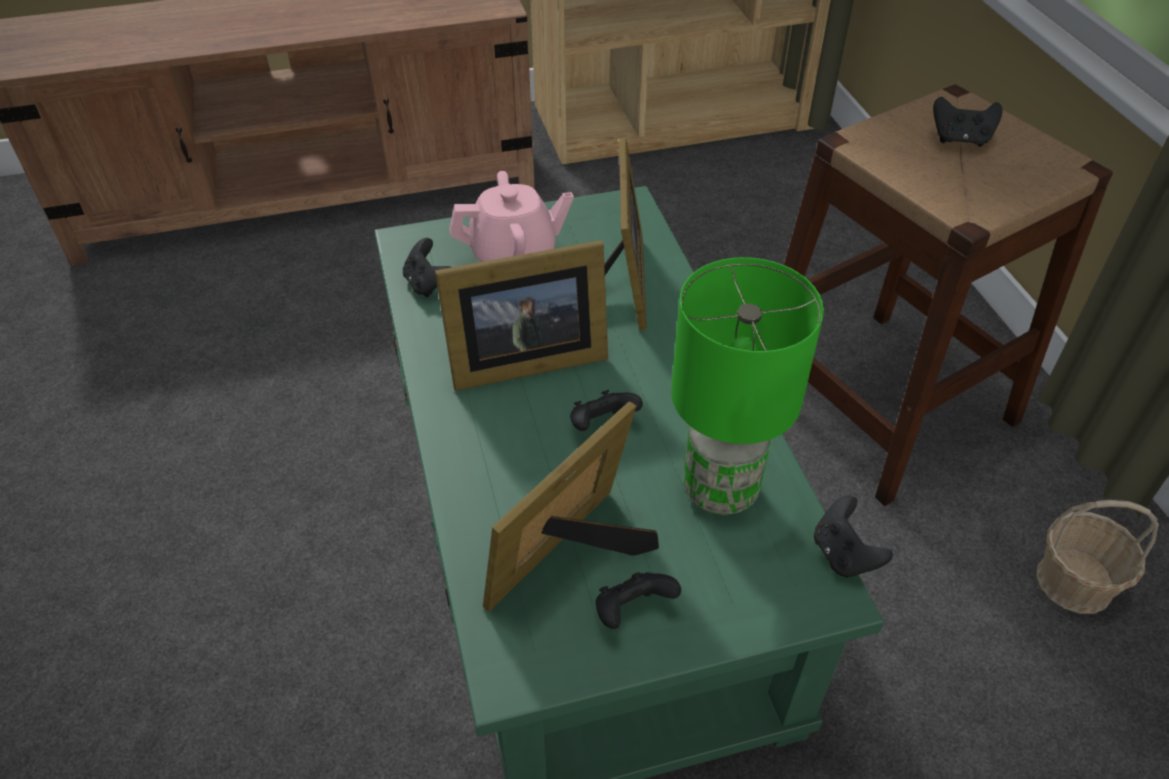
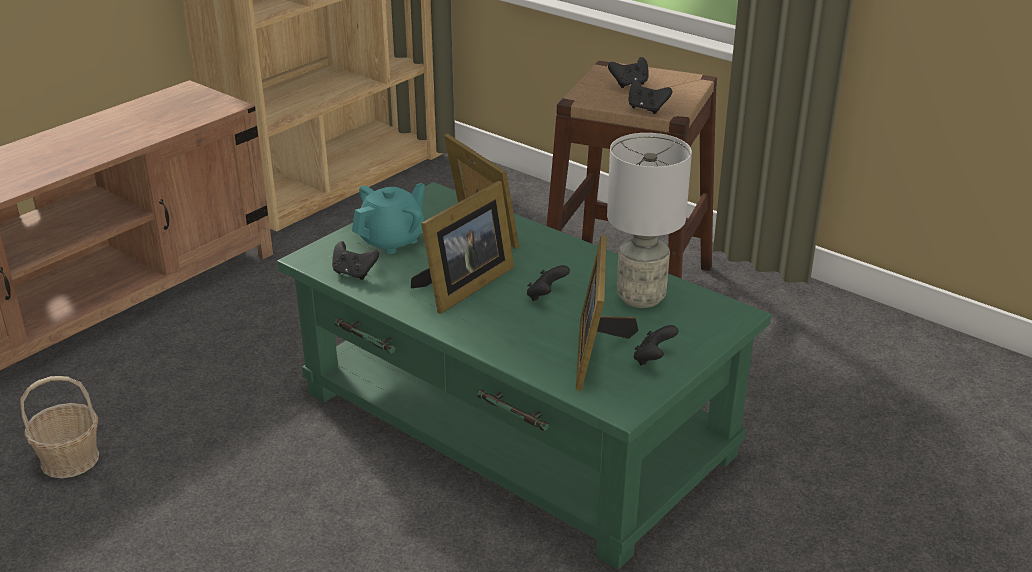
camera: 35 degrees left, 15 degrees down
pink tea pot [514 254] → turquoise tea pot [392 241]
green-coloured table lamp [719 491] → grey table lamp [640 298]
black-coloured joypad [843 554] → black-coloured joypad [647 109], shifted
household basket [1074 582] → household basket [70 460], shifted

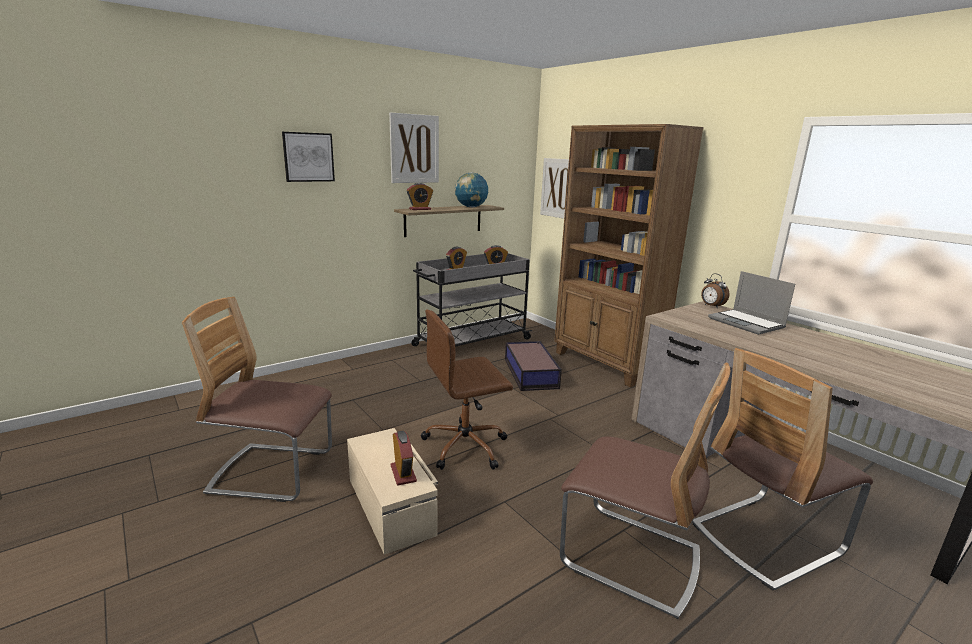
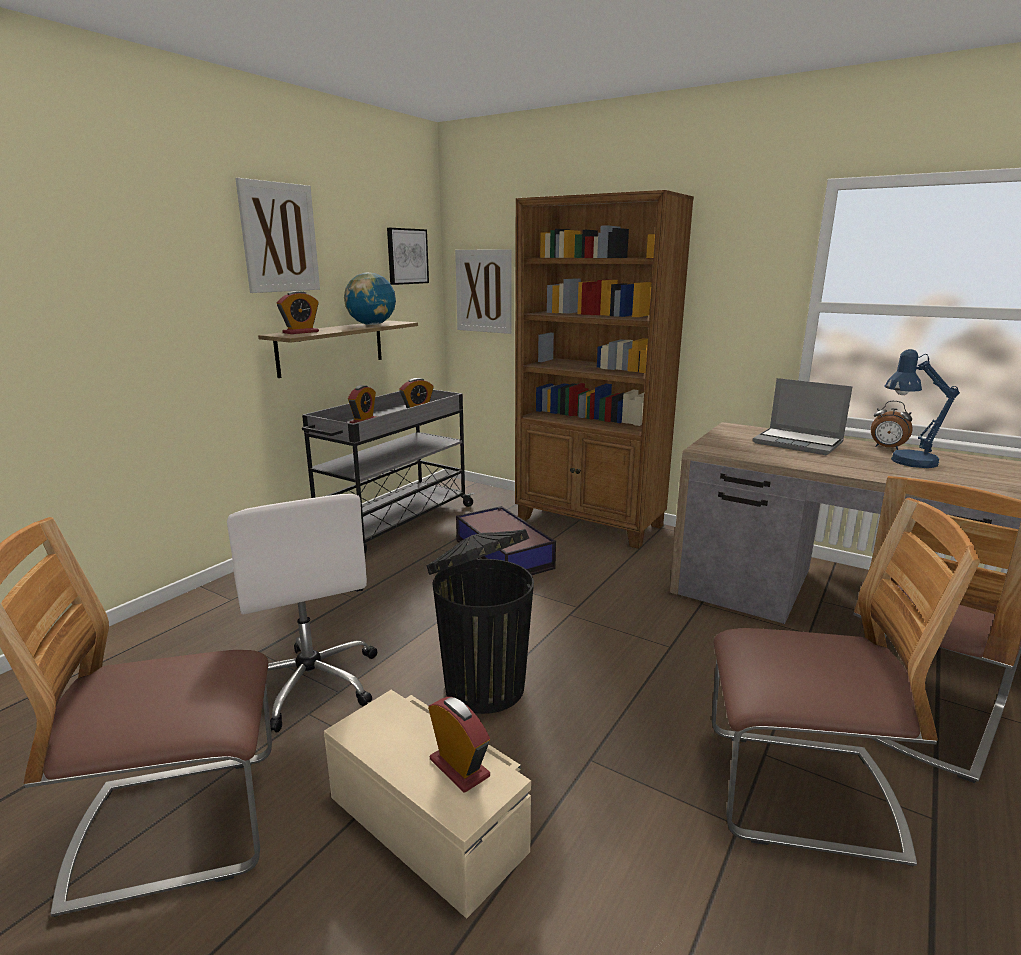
camera: 20 degrees left, 0 degrees up
wall picture [308 157] → wall picture [407 256], shifted
brown-coloured office chair [466 446] → black-coloured trash can [483 685]
table clock [711 306] → table clock [886 448], shifted
- → white office chair [311 683]
- → blue-coloured table lamp [906 462]

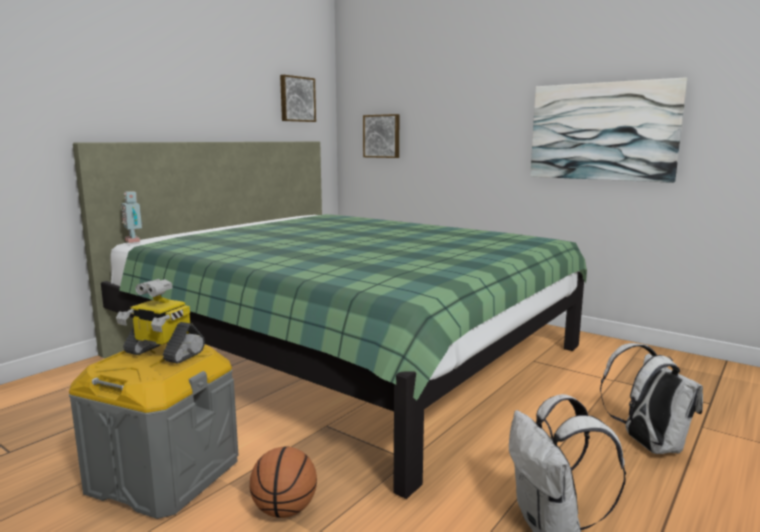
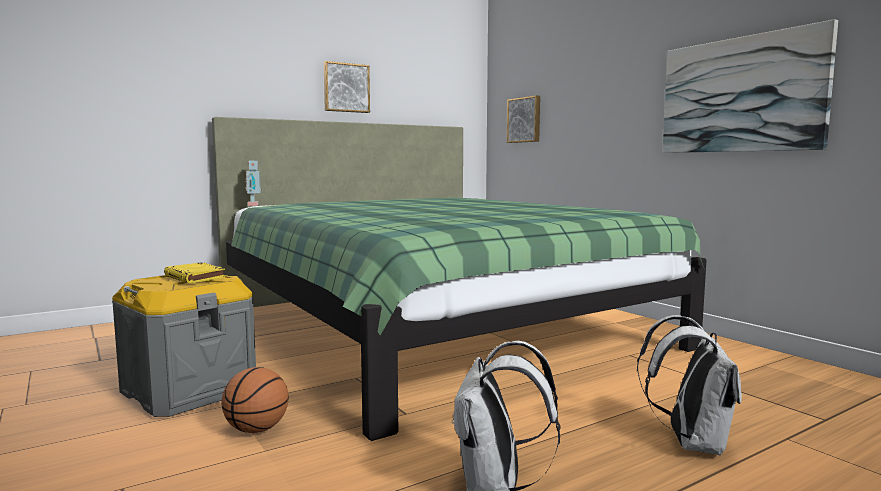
camera: 20 degrees right, 5 degrees down
toy robot [163 353] → yellow book [195 277]
wall picture [296 99] → wall picture [346 88], shifted

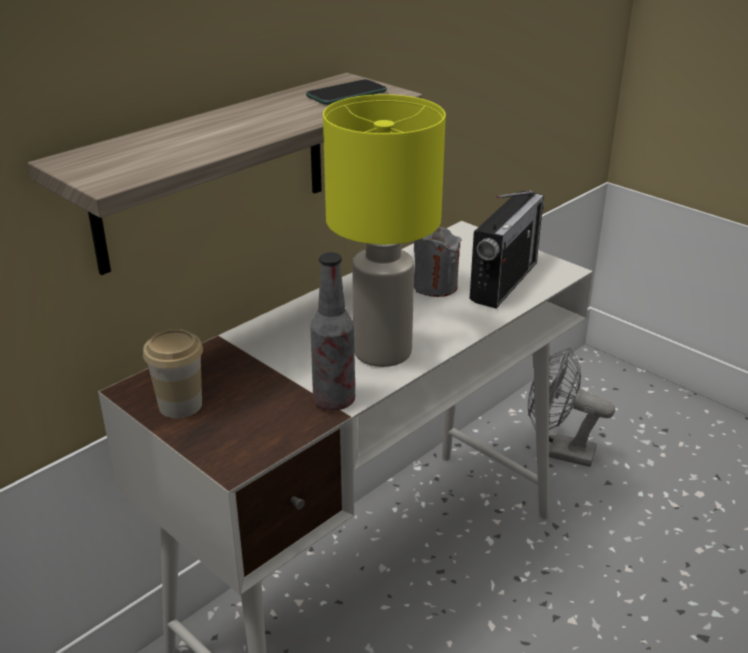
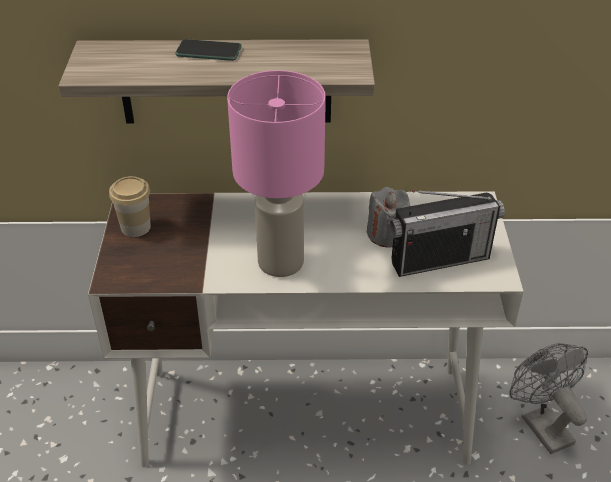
camera: 45 degrees right, 10 degrees up
telephone [346 94] → telephone [208 51], shifted
beverage bottle [334 401] → -
yellow table lamp [380 352] → pink table lamp [280 261]

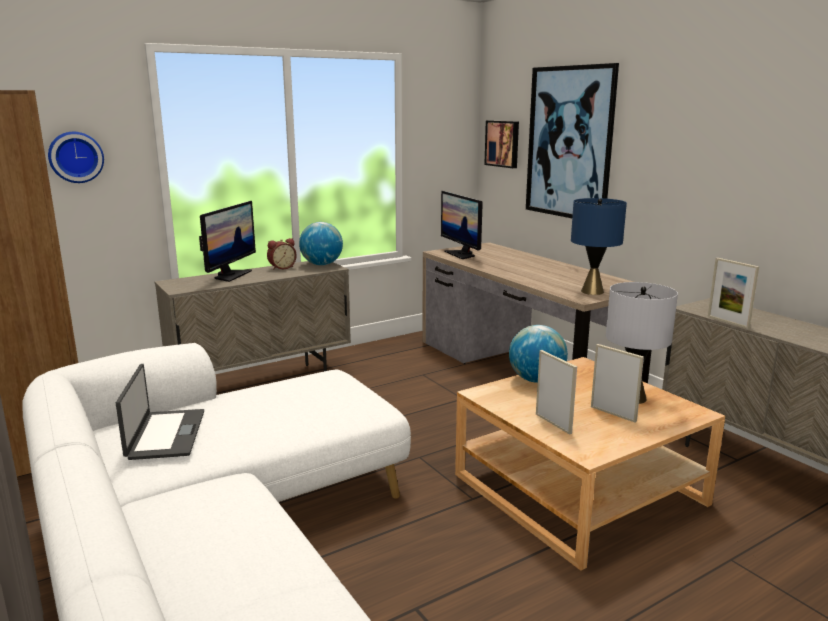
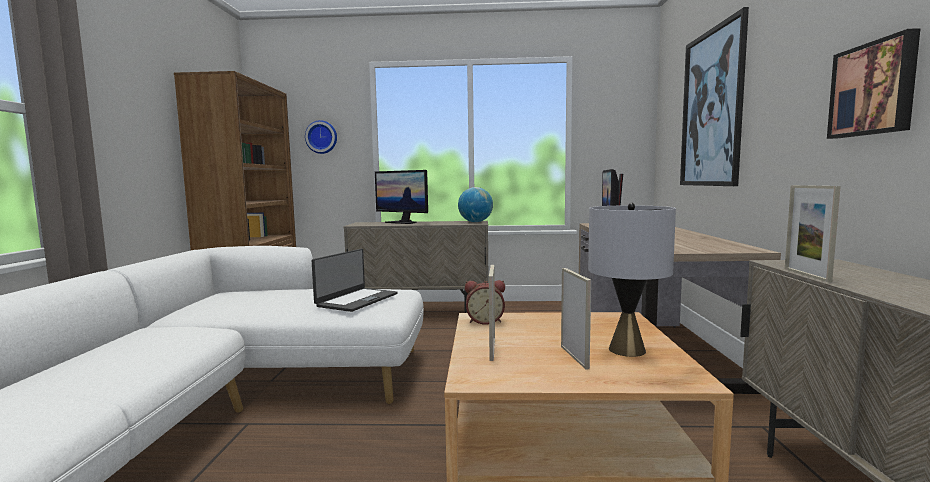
camera: 35 degrees right, 10 degrees down
notebook computer [165 435] → notebook computer [356 300], shifted
computer screen [230 275] → computer screen [403 222], 75 degrees clockwise
table clock [281 267] → table clock [485 321], shifted
wall picture [503 143] → wall picture [874 89], shifted
world globe [536 380] → -
blue-coloured table lamp [592 291] → -

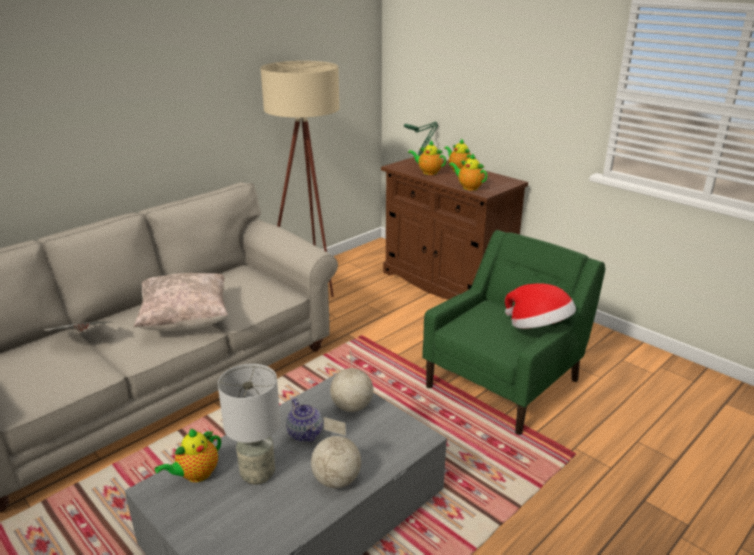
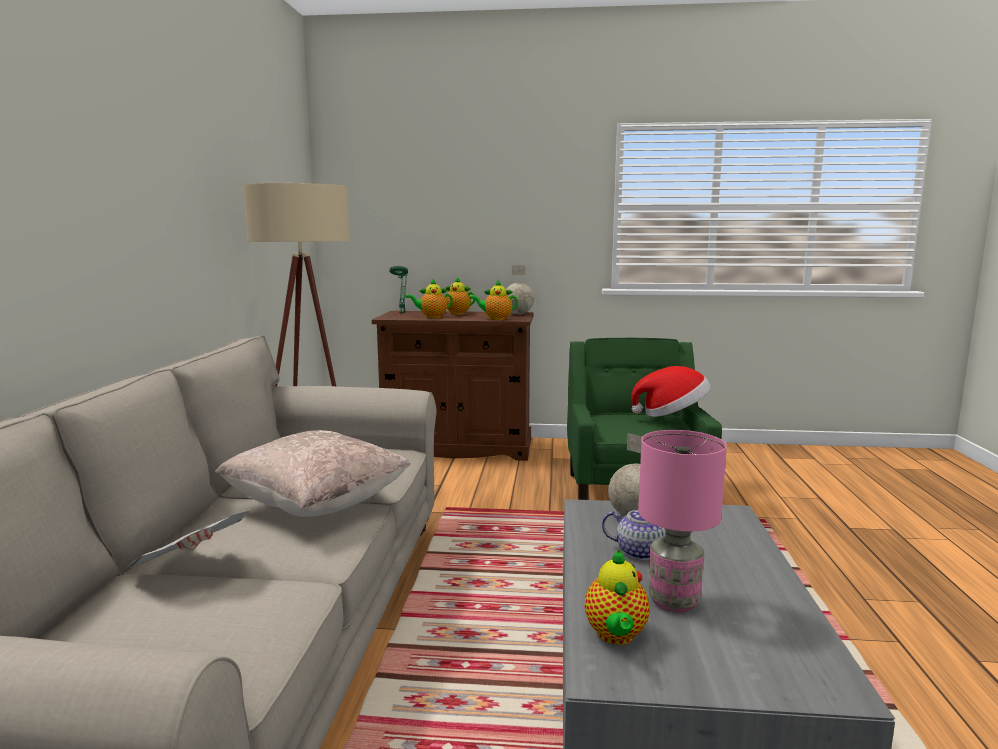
camera: 40 degrees left, 15 degrees down
grey table lamp [258 475] → pink table lamp [675 602]
world globe [336 480] → world globe [518 314], shifted

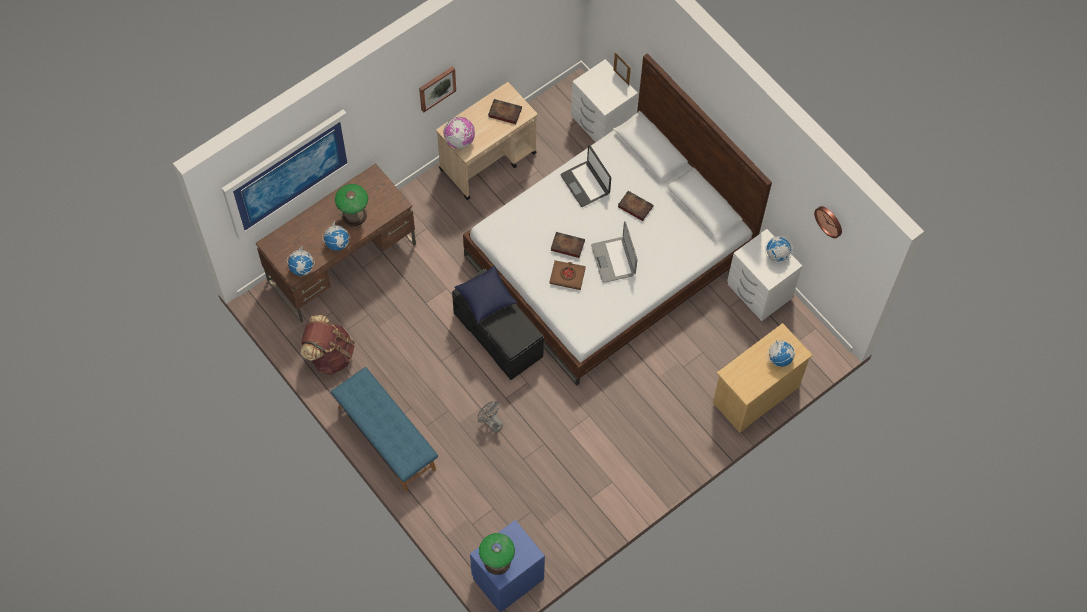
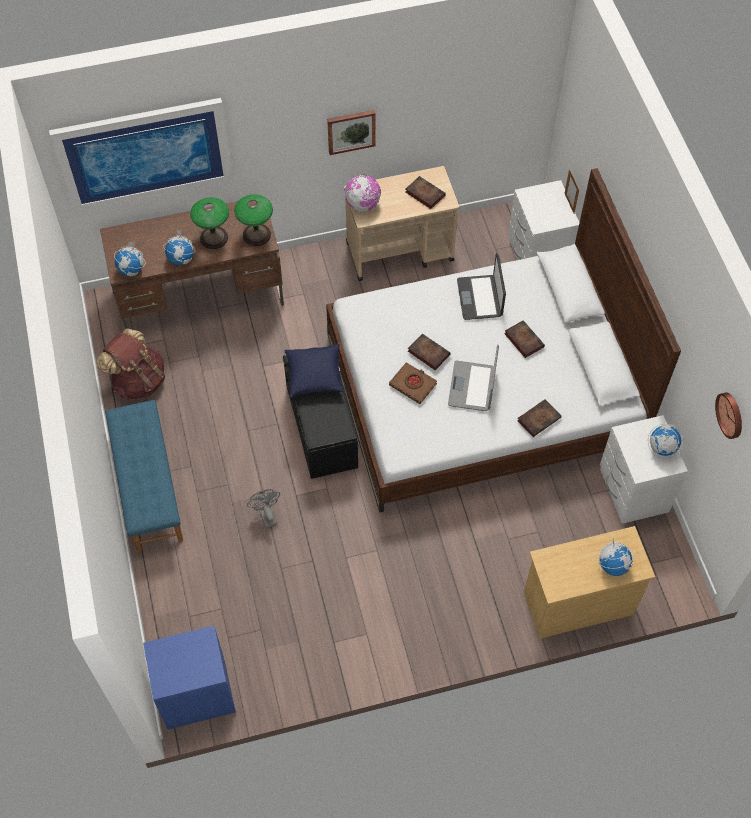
camera: 25 degrees right, 5 degrees down
table lamp [497 562] → table lamp [256 235], shifted
- → book [539 418]

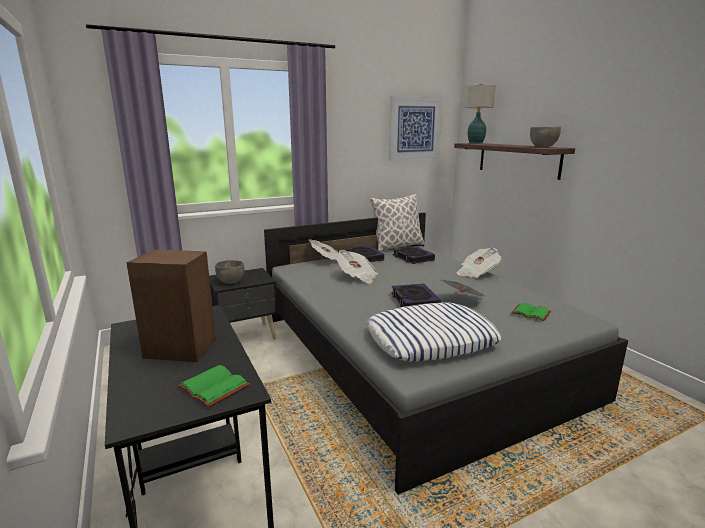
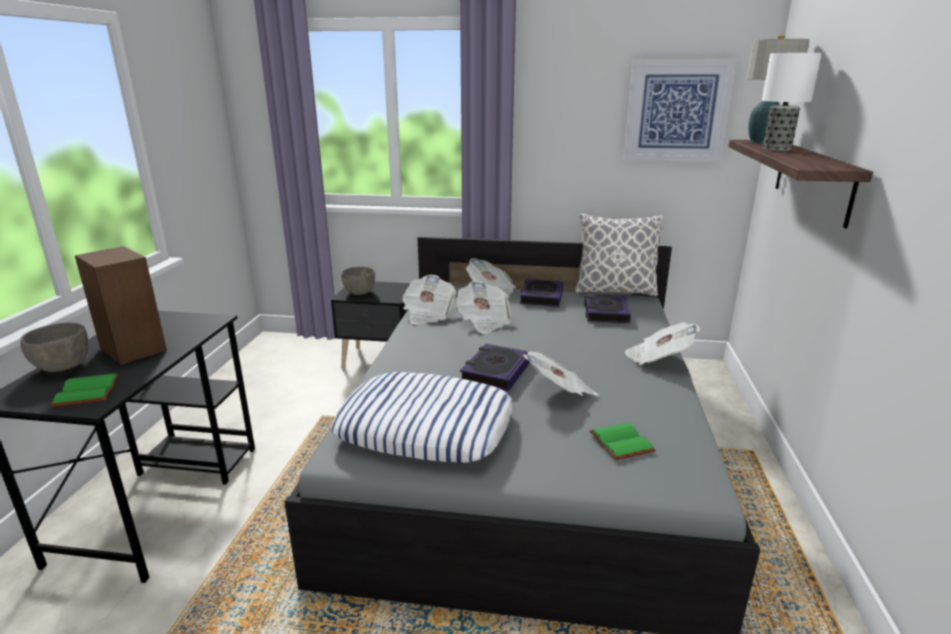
camera: 35 degrees right, 5 degrees up
grey serving bowl [543 147] → grey serving bowl [62 367], shifted
- → newspaper [428 314]
- → table lamp [776 149]

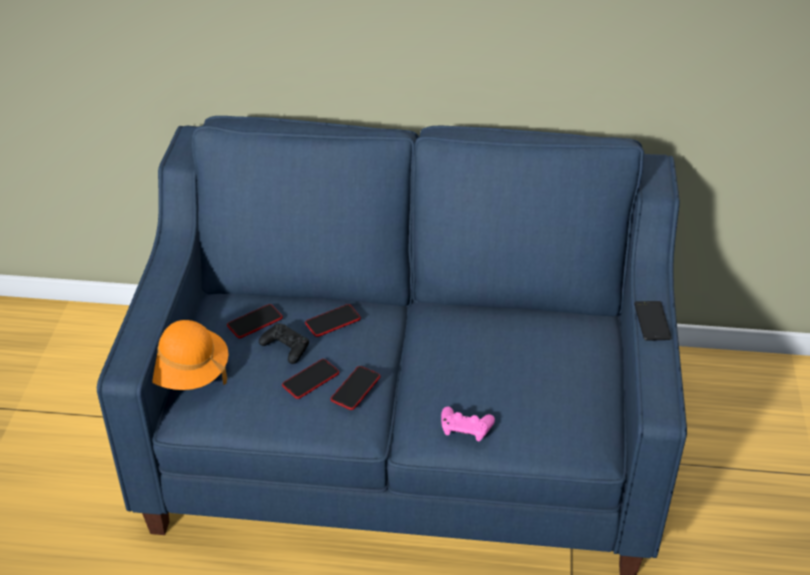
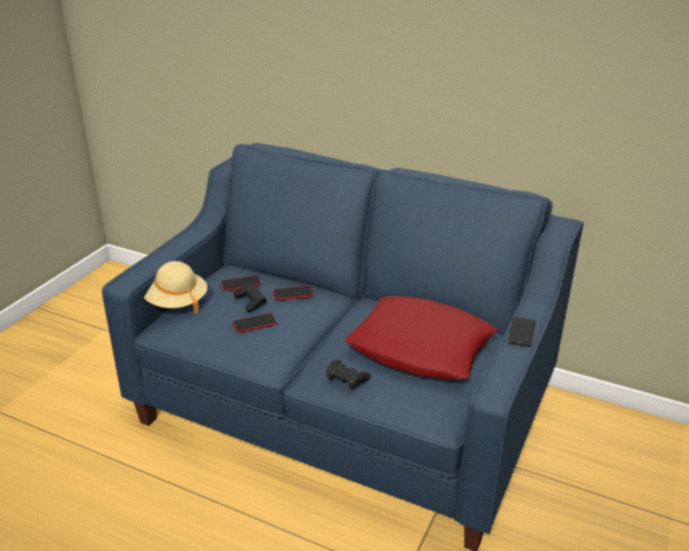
camera: 20 degrees right, 10 degrees down
orange wearable hat [186 373] → beige-coloured wearable hat [175 302]
telephone [355 388] → -
pink joypad [465 427] → black-coloured joypad [346 378]
- → red-coloured throw pillow [421 347]

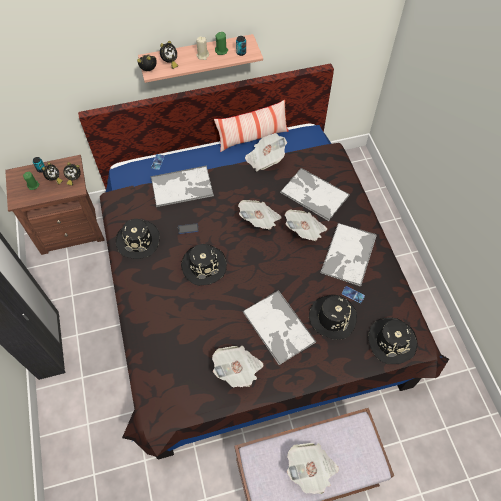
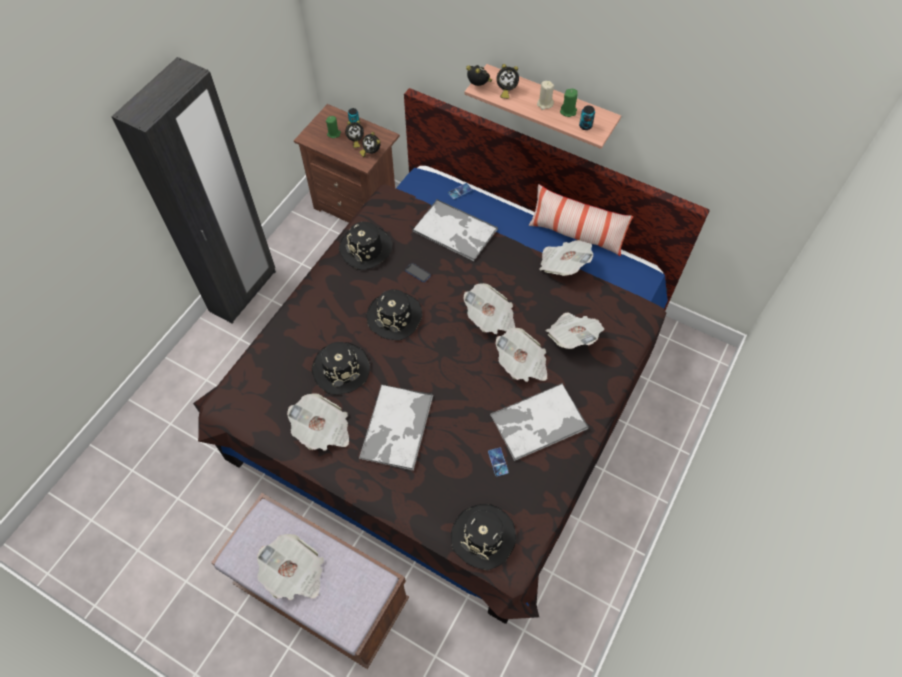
camera: 45 degrees right, 0 degrees up
tray [313 194] → newspaper [572 337]
black-coloured wearable hat [332 317] → black-coloured wearable hat [341 369], shifted

